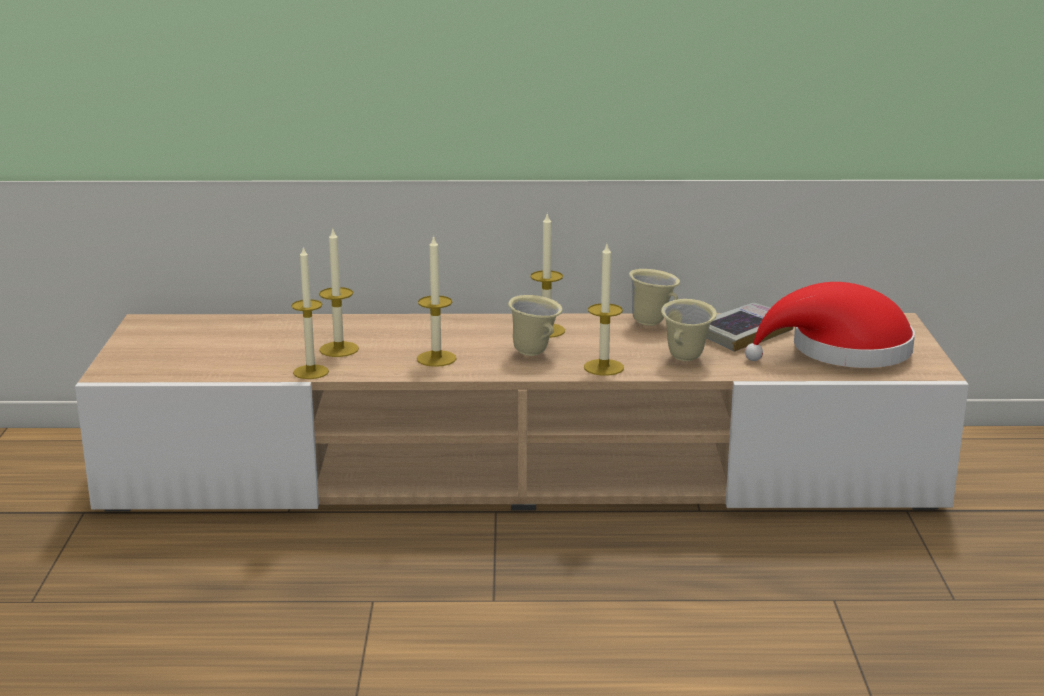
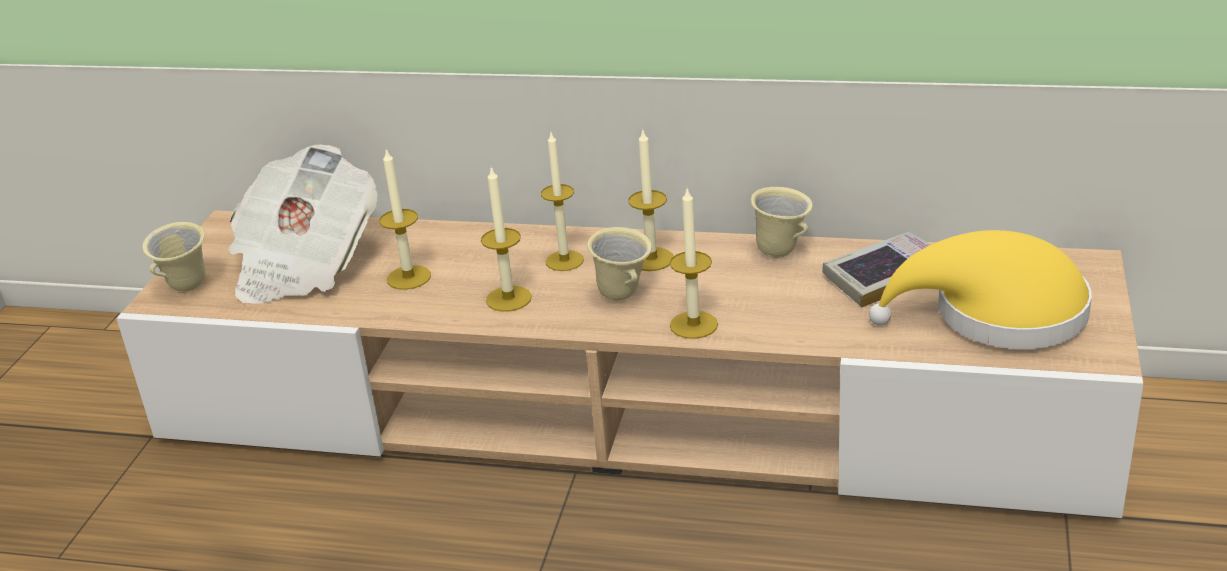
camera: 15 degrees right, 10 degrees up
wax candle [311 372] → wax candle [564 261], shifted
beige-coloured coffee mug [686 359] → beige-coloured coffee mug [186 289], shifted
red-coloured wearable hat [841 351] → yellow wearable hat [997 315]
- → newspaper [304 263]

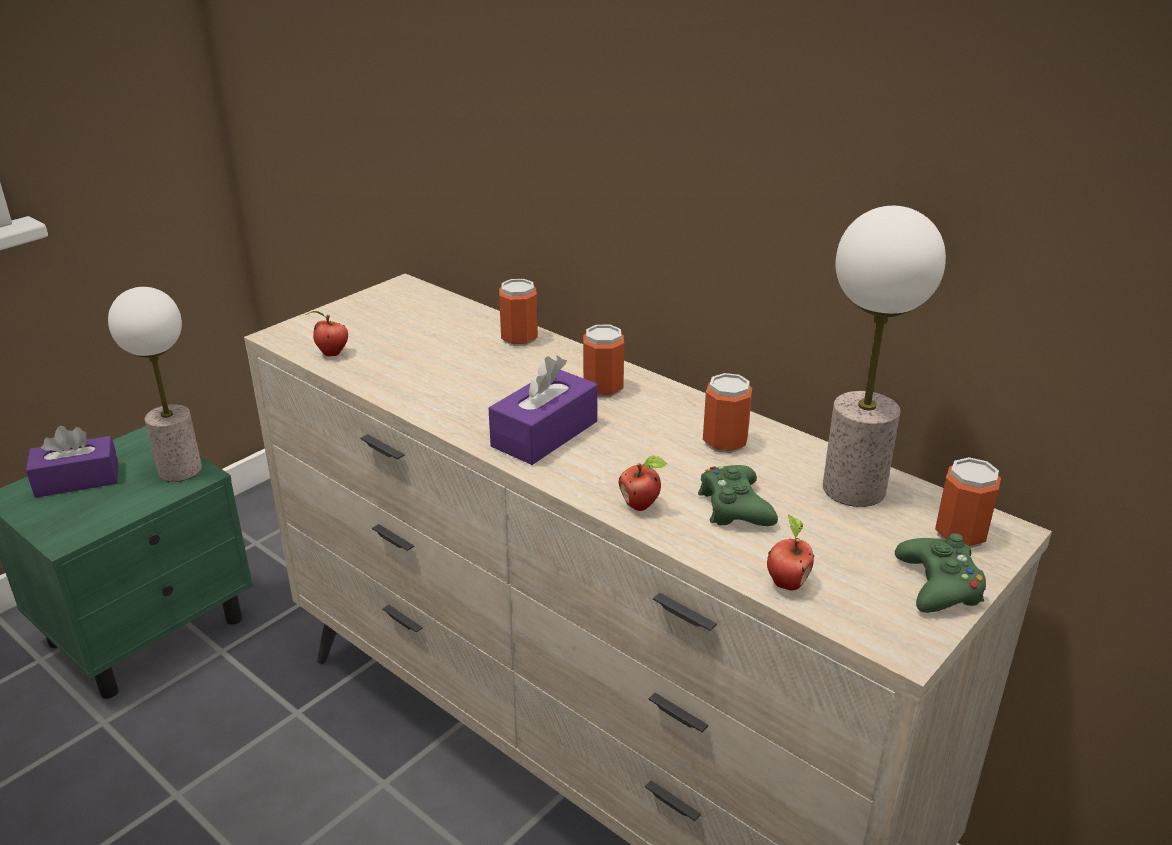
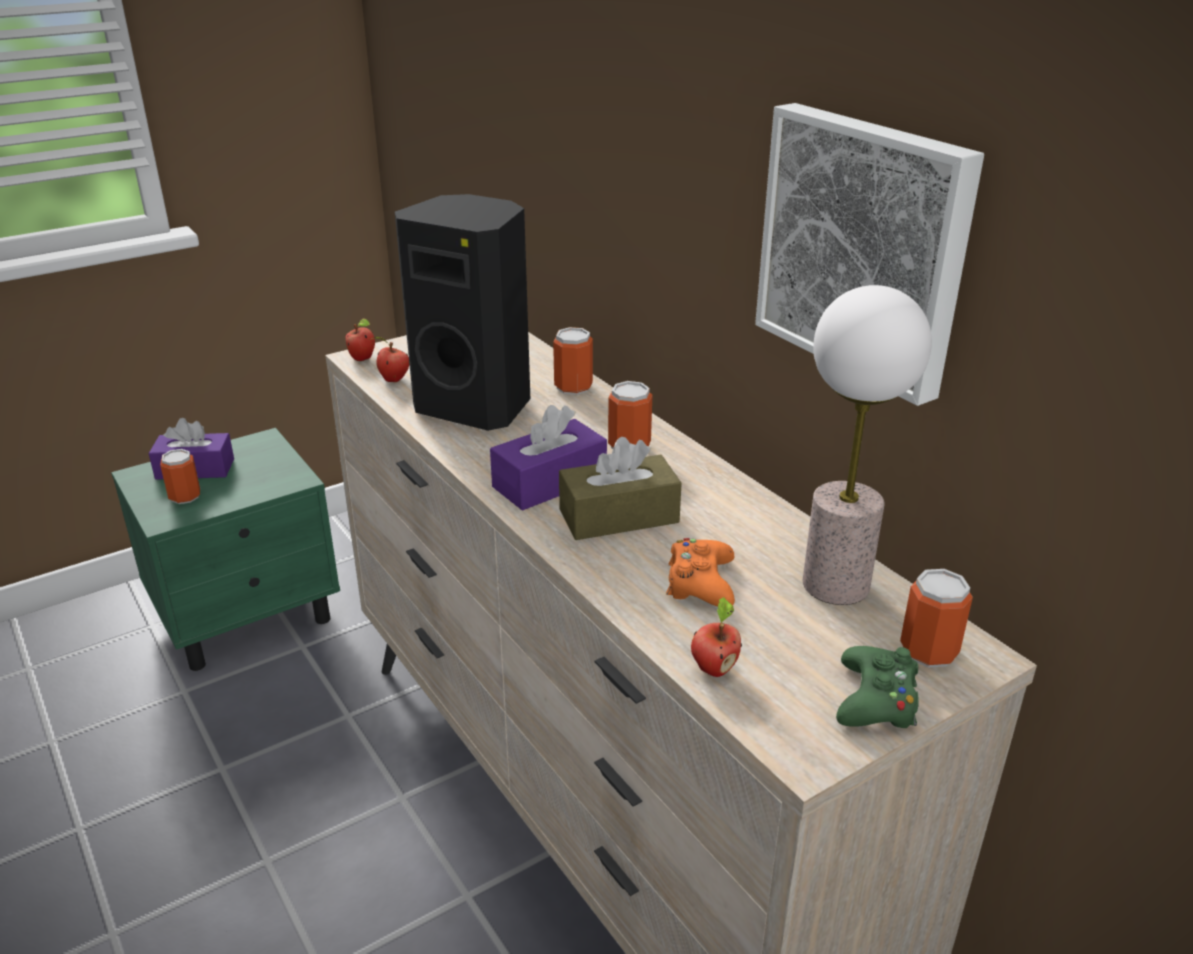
camera: 15 degrees right, 0 degrees up
table lamp [180 469] → -
whole apple [641 505] → whole apple [363 359], shifted
green-coloured joypad [734 507] → orange joypad [700 583]
sealed can [725 442] → sealed can [185 496], shifted
- → black-coloured speaker [476 406]
- → brown-coloured tissue box [619 516]
- → wall picture [865 247]

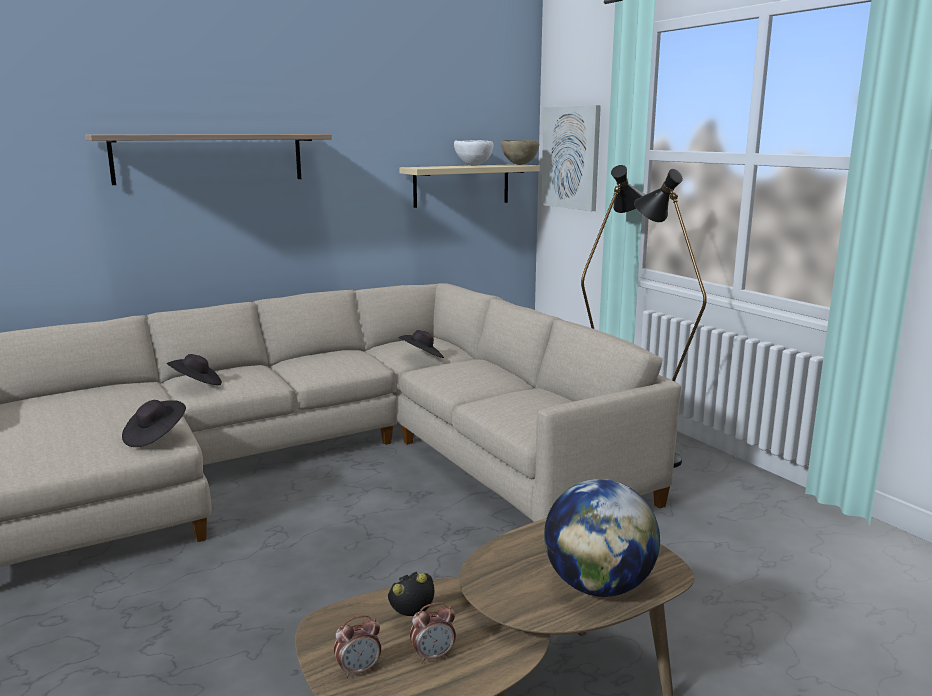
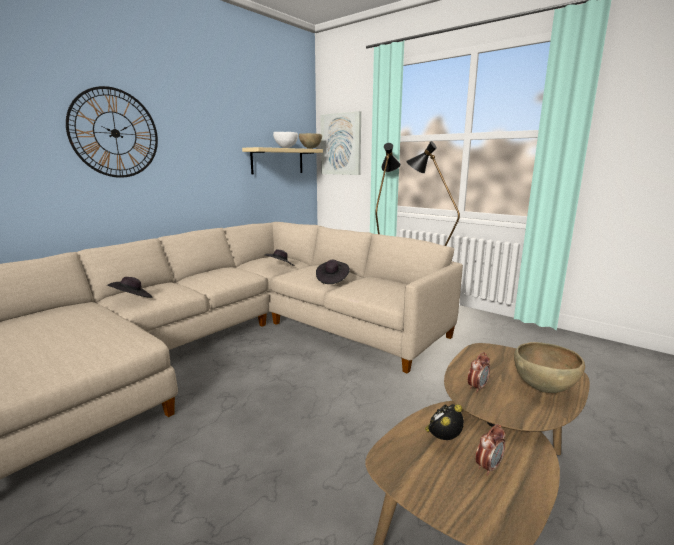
camera: 20 degrees left, 0 degrees up
bracket shelf [209 158] → hanging clock [115 133]
black-coloured wearable hat [155 437] → black-coloured wearable hat [332 279], shifted
table clock [359 670] → table clock [477 387], shifted
world globe [598 586] → brown-coloured serving bowl [543 389]

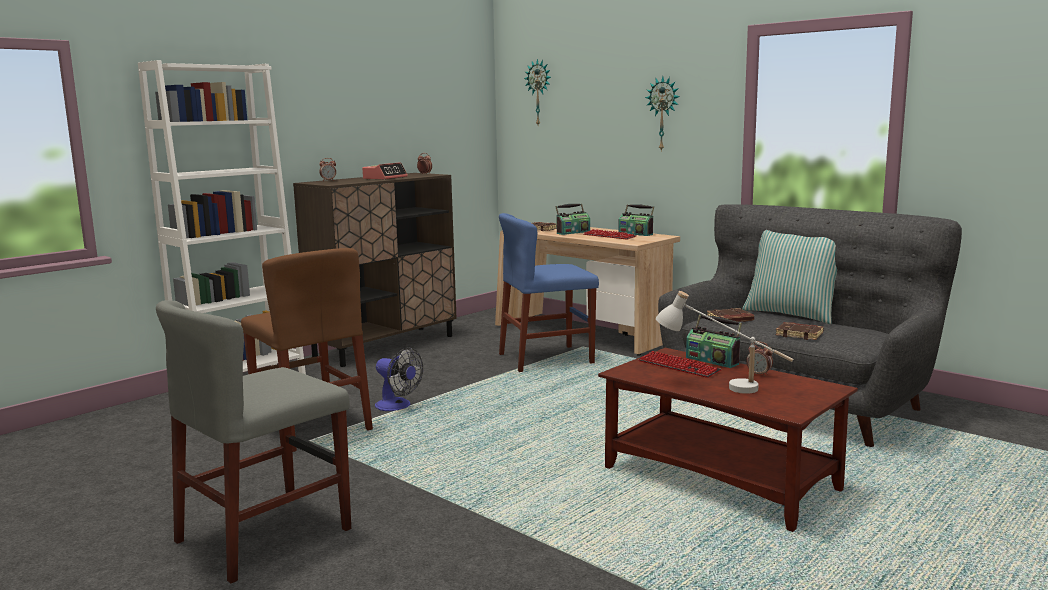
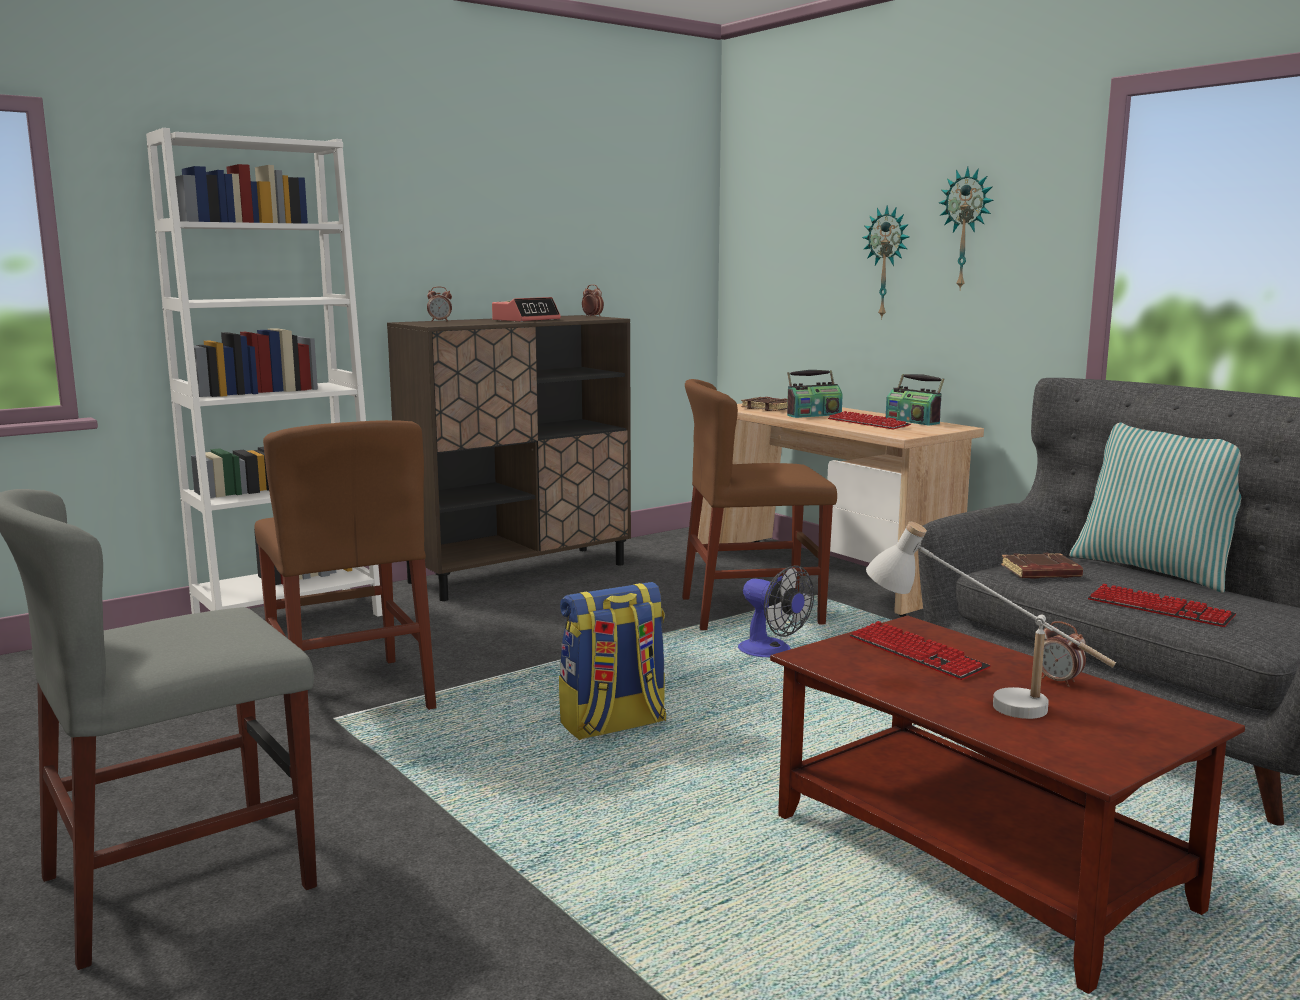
camera: 10 degrees right, 0 degrees up
fan [397 406] → fan [772 651], shifted
blue-coloured chair [546 358] → brown-coloured chair [751 611]
hanging clock [539 93] → hanging clock [887 262], shifted
radio receiver [713 360] → -
brown-coloured book [800 334] → keyboard [1159 609]
- → knapsack [613 725]

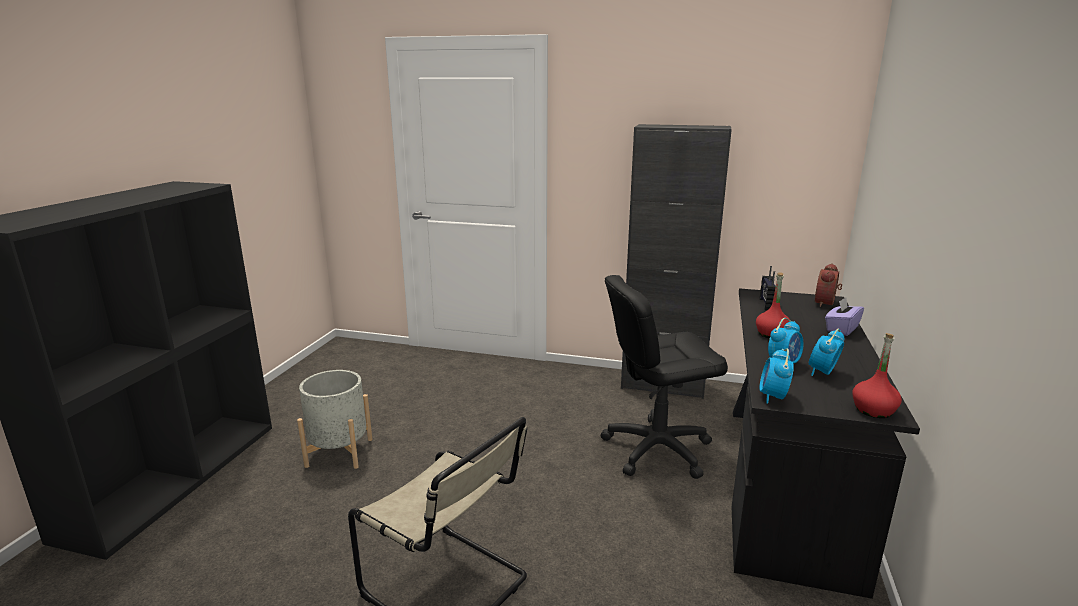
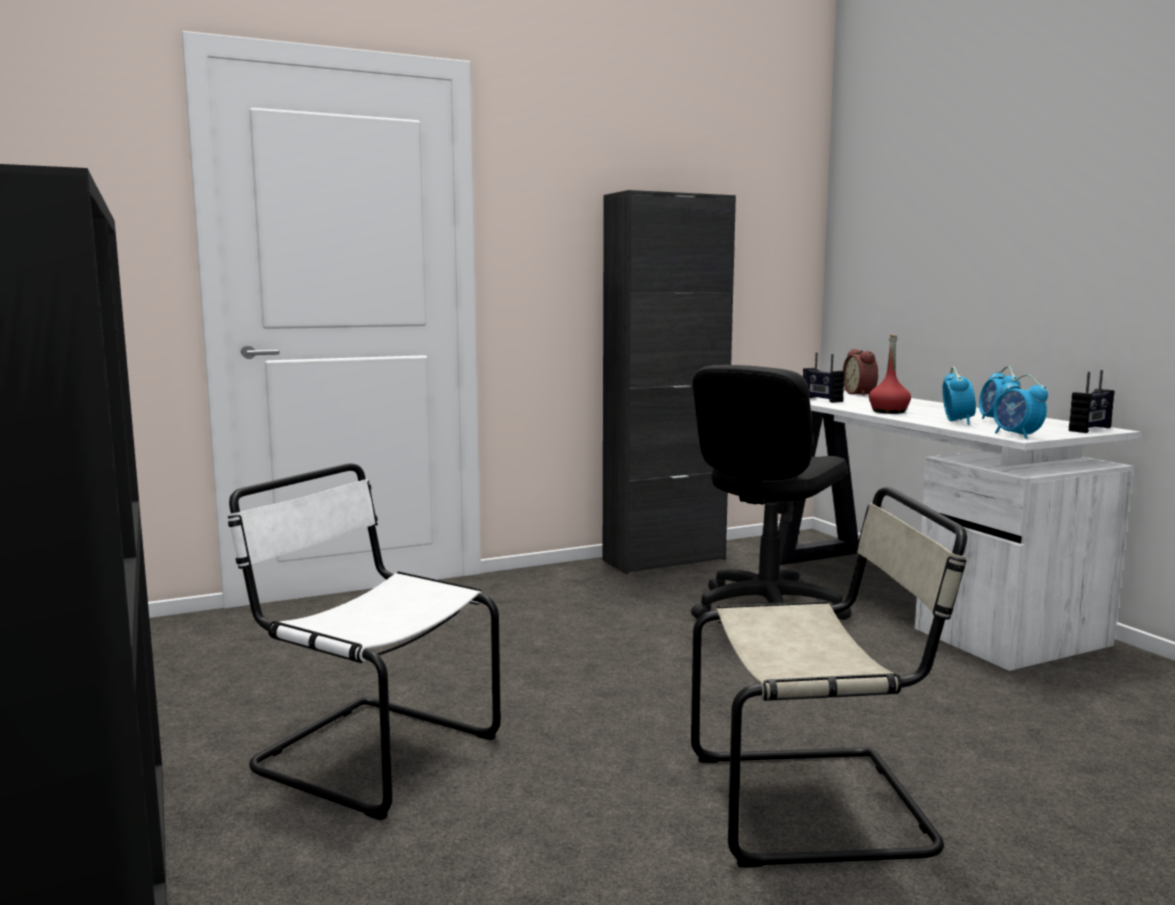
camera: 40 degrees left, 10 degrees down
grey flower pot [339 452] → white chair [369 752]
black-coloured desk [785 481] → white desk [913 596]
purple tissue box [841 329] → -
red-coloured beverage bottle [873 410] → radio receiver [1090 429]

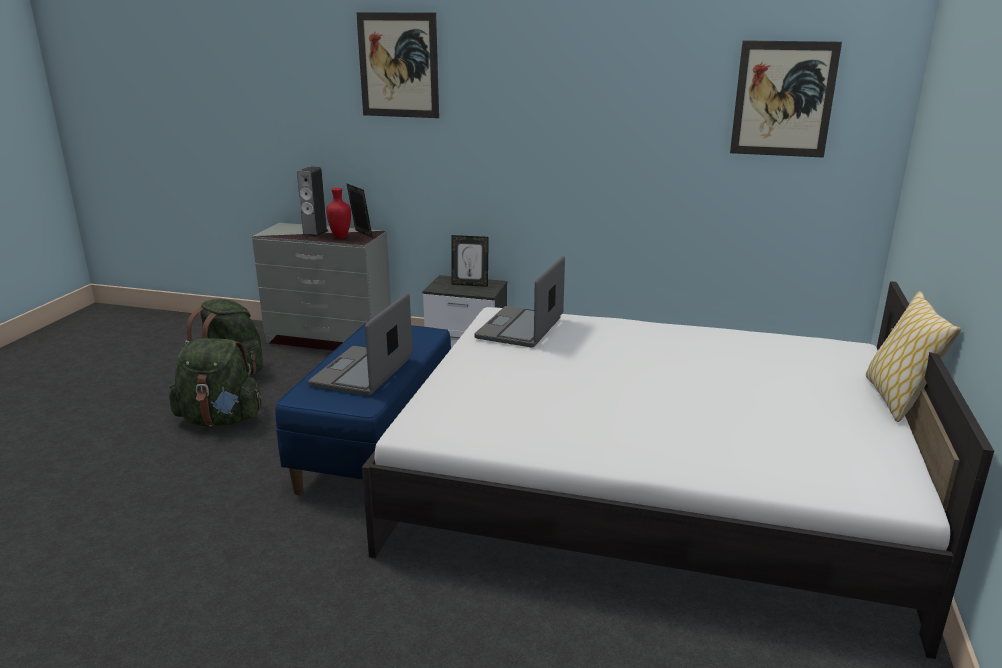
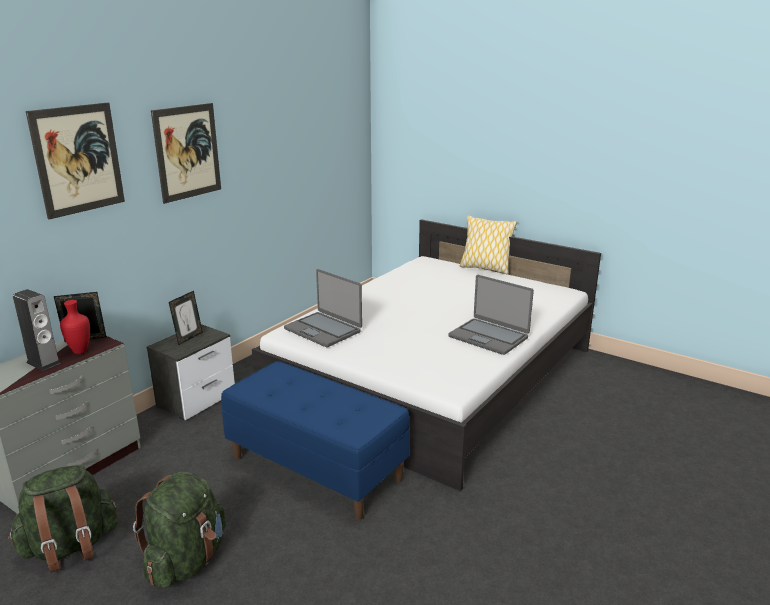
camera: 70 degrees left, 0 degrees up
notebook computer [363 372] → notebook computer [489 337], shifted
wall picture [783 99] → wall picture [187 152], shifted

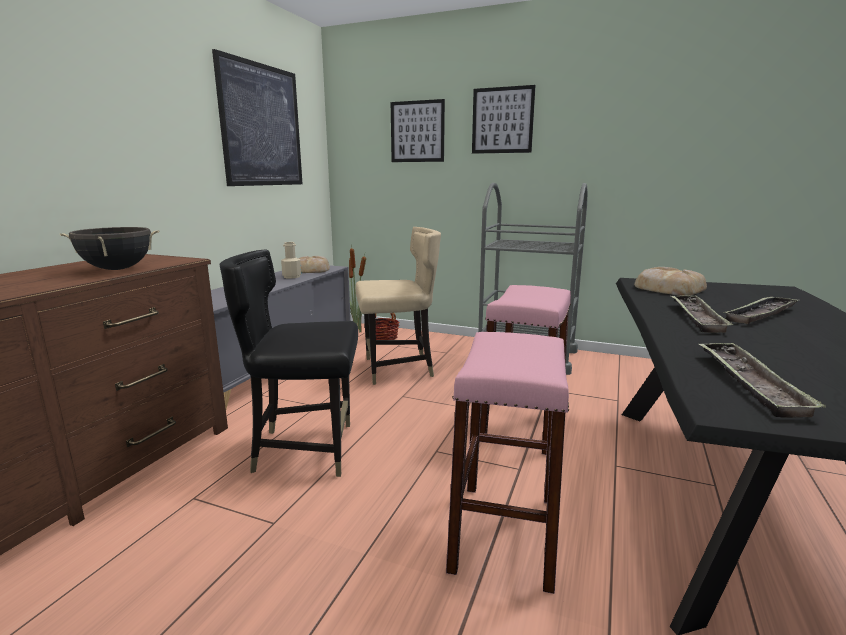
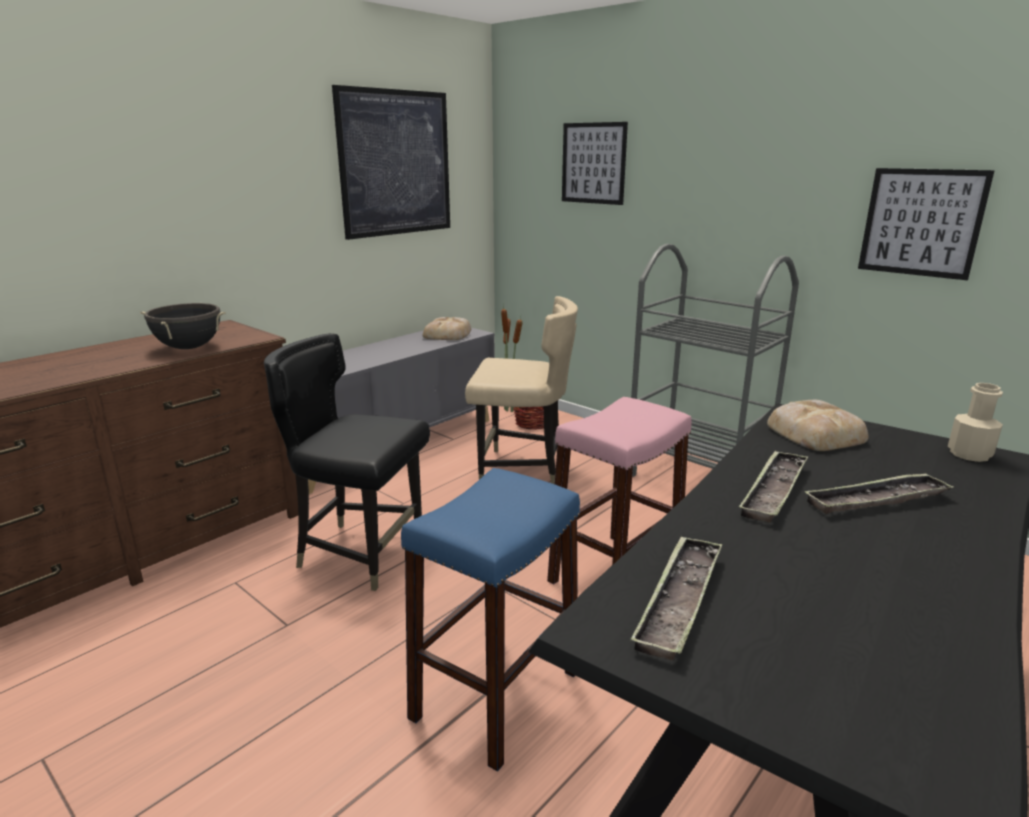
camera: 20 degrees right, 5 degrees up
beige-coloured beverage bottle [292 276] → beige-coloured beverage bottle [969 454], shifted
pink stool seat [505 532] → blue-coloured stool seat [496 694]
wall picture [502 120] → wall picture [921 223], shifted

